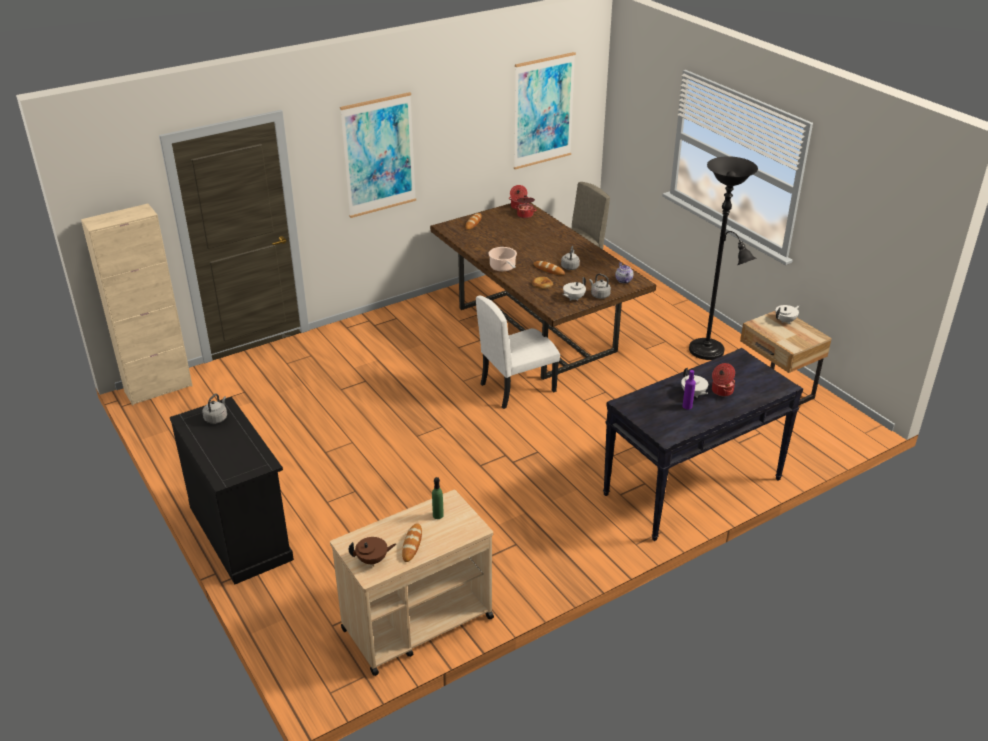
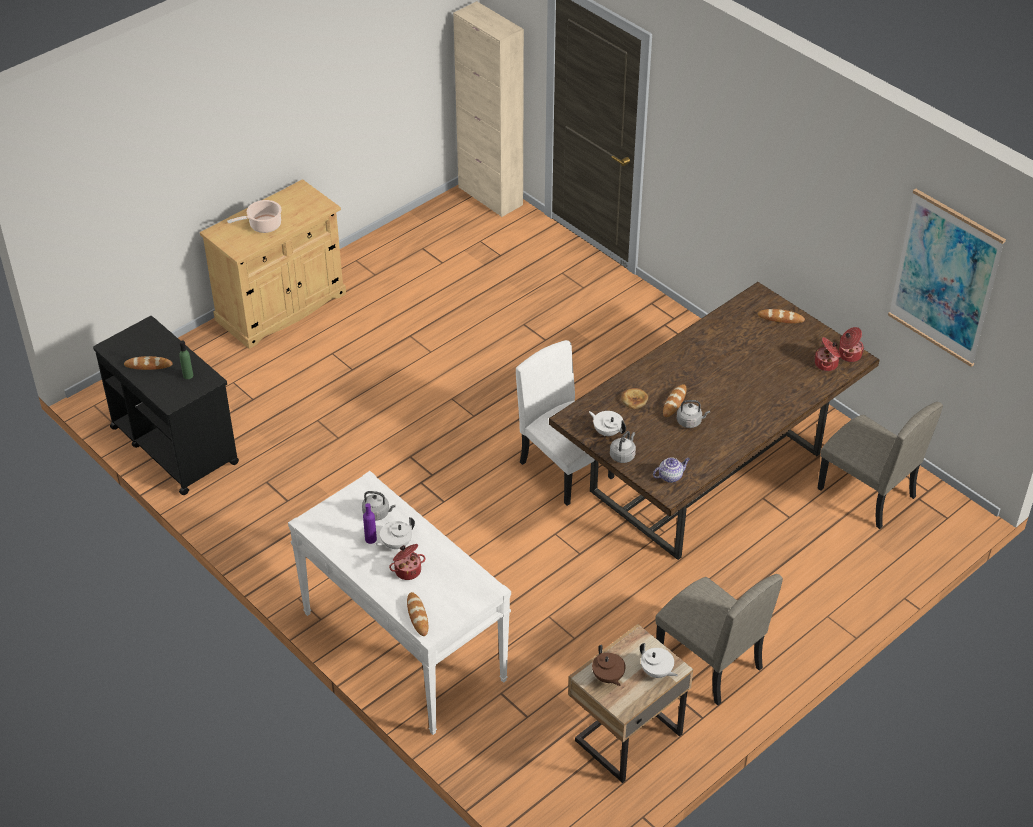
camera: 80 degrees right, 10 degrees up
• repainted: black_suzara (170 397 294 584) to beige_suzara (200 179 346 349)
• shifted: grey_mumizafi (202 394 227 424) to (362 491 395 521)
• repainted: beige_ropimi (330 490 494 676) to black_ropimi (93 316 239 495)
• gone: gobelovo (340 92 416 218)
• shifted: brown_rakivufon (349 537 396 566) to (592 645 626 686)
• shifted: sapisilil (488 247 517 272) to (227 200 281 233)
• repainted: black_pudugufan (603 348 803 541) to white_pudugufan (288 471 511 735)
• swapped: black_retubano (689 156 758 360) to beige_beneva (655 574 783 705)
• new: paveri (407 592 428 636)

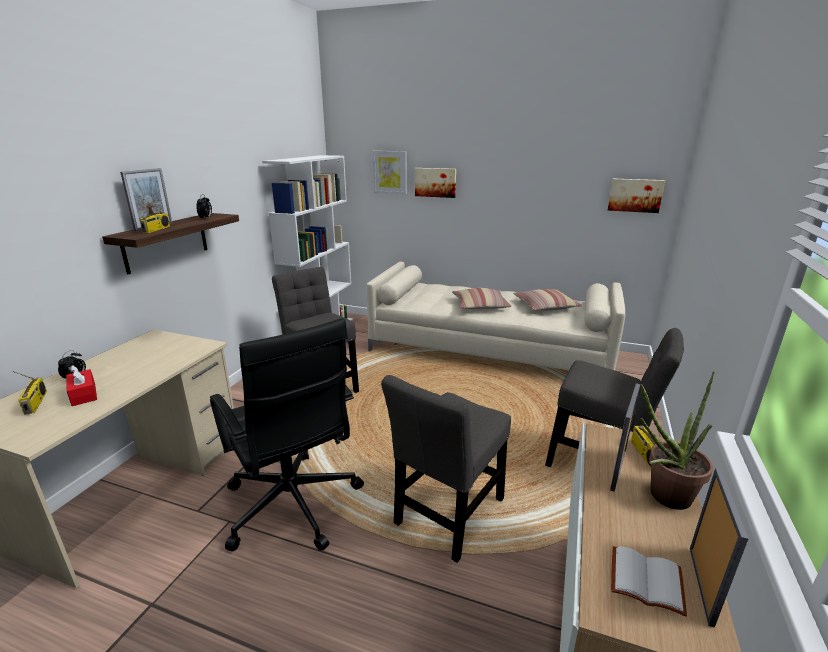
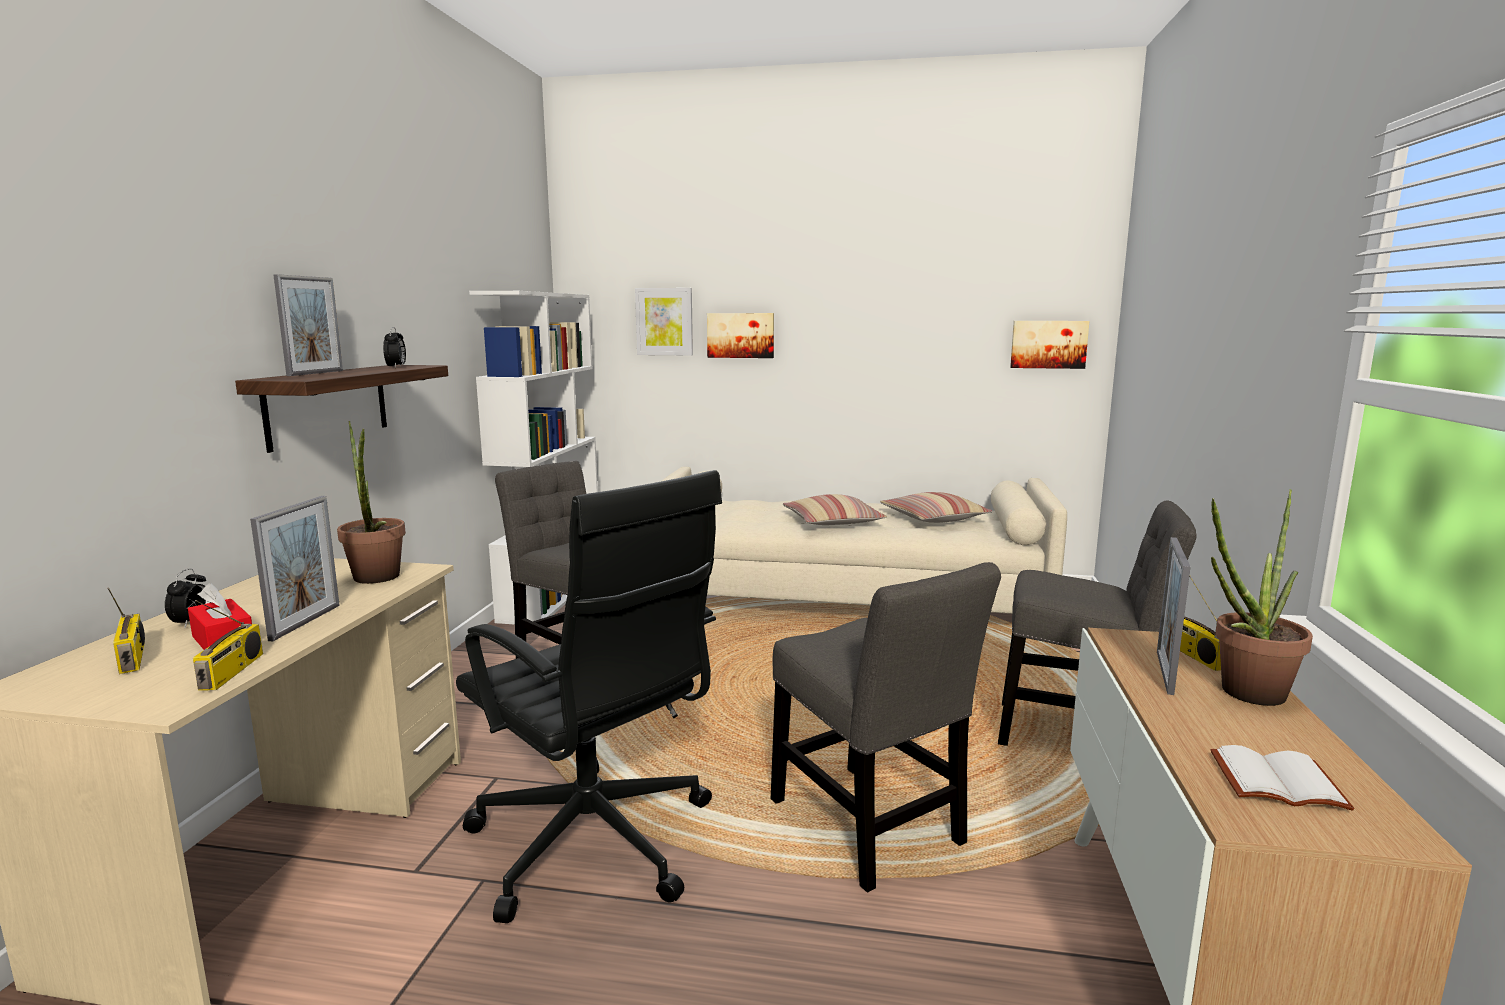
camera: 10 degrees left, 10 degrees down
• shifted: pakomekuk (140 197 170 233) to (193 600 263 691)
• rotated: grey_beneva (381 375 511 563) = (771 562 1001 892) 60 degrees counterclockwise
• shifted: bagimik (690 468 748 628) to (250 496 340 641)
• new: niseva (337 421 406 584)

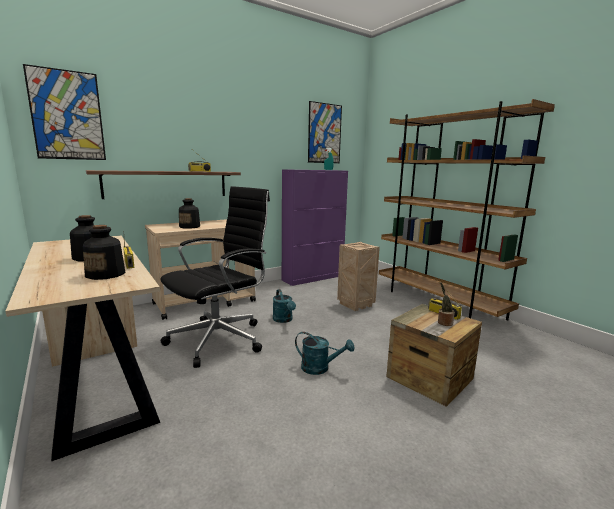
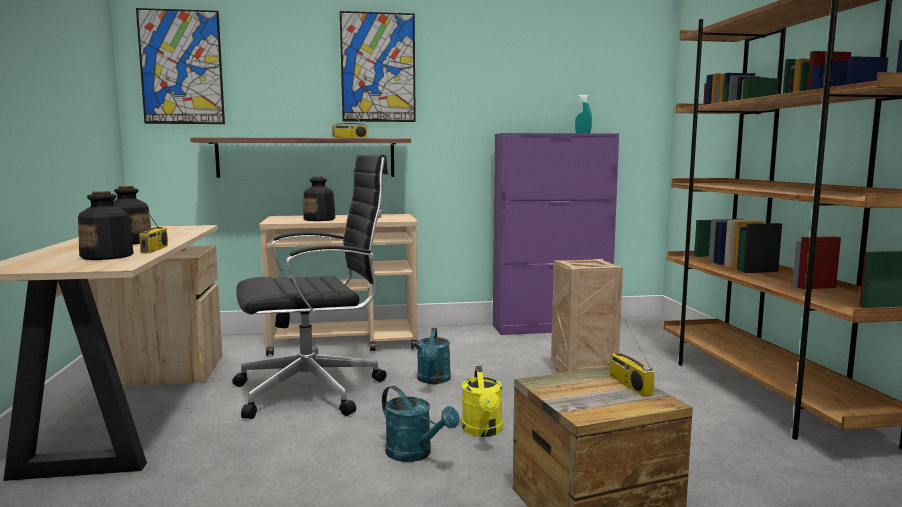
camera: 25 degrees right, 5 degrees down
• shifted: gobelovo (308 101 342 163) to (340 11 416 122)
• gone: niseva (438 282 455 326)
• new: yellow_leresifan (462 366 503 437)

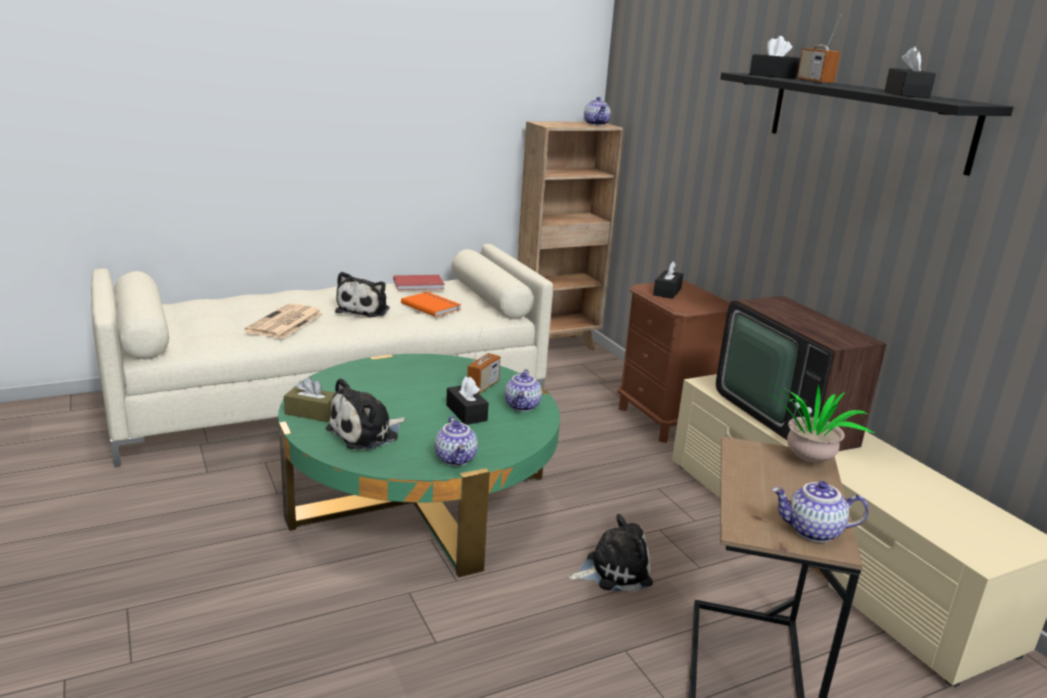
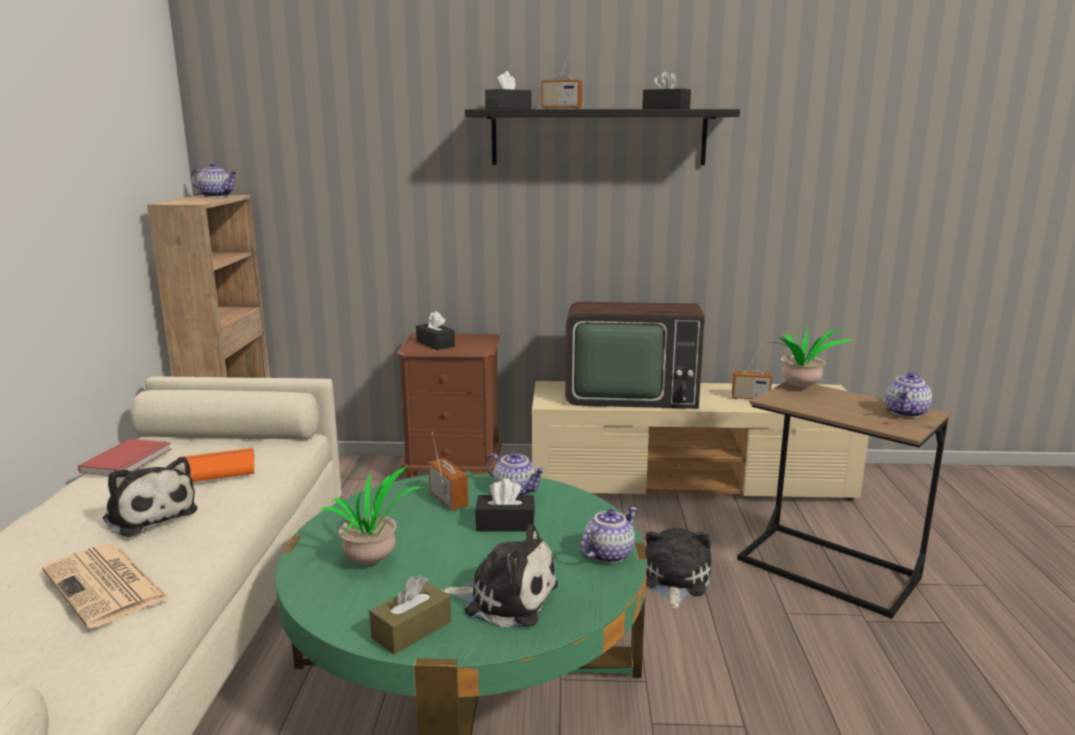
camera: 60 degrees left, 5 degrees down
• rotated: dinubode (326 378 405 450) = (442 524 558 627) 60 degrees counterclockwise
• rotated: rakivufon (435 416 478 466) = (580 507 637 563) 60 degrees counterclockwise
• new: niseva (319 466 426 564)
• new: pakomekuk (732 345 772 399)

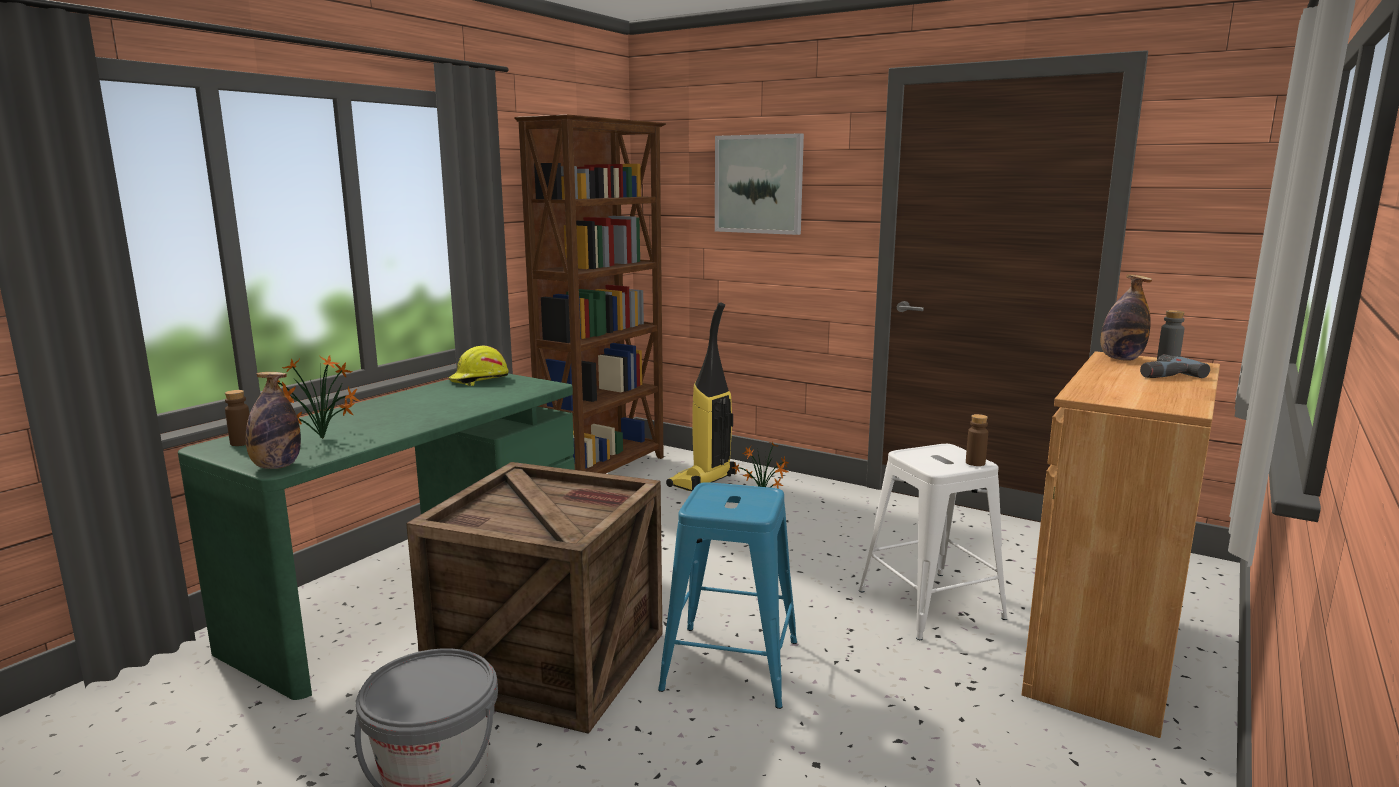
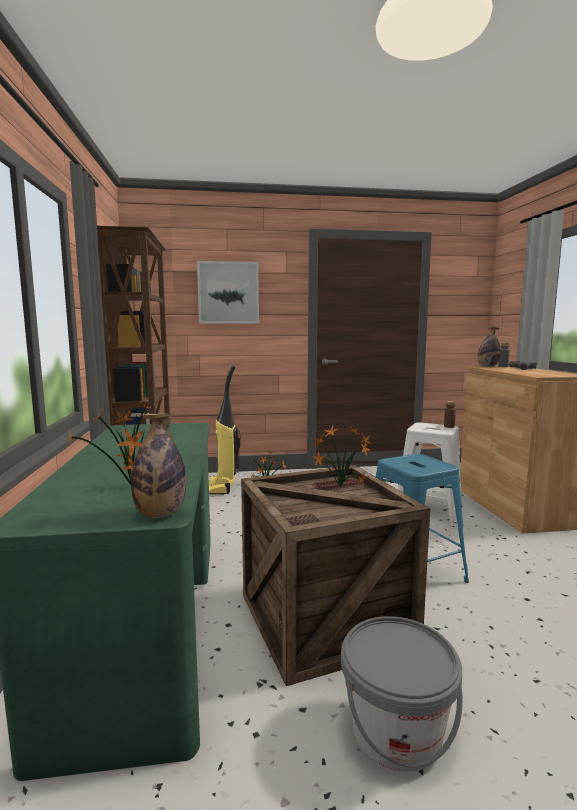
camera: 40 degrees left, 5 degrees down
• gone: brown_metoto (225 390 250 446)
• gone: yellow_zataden (448 346 509 386)
• new: niseva (312 425 372 488)

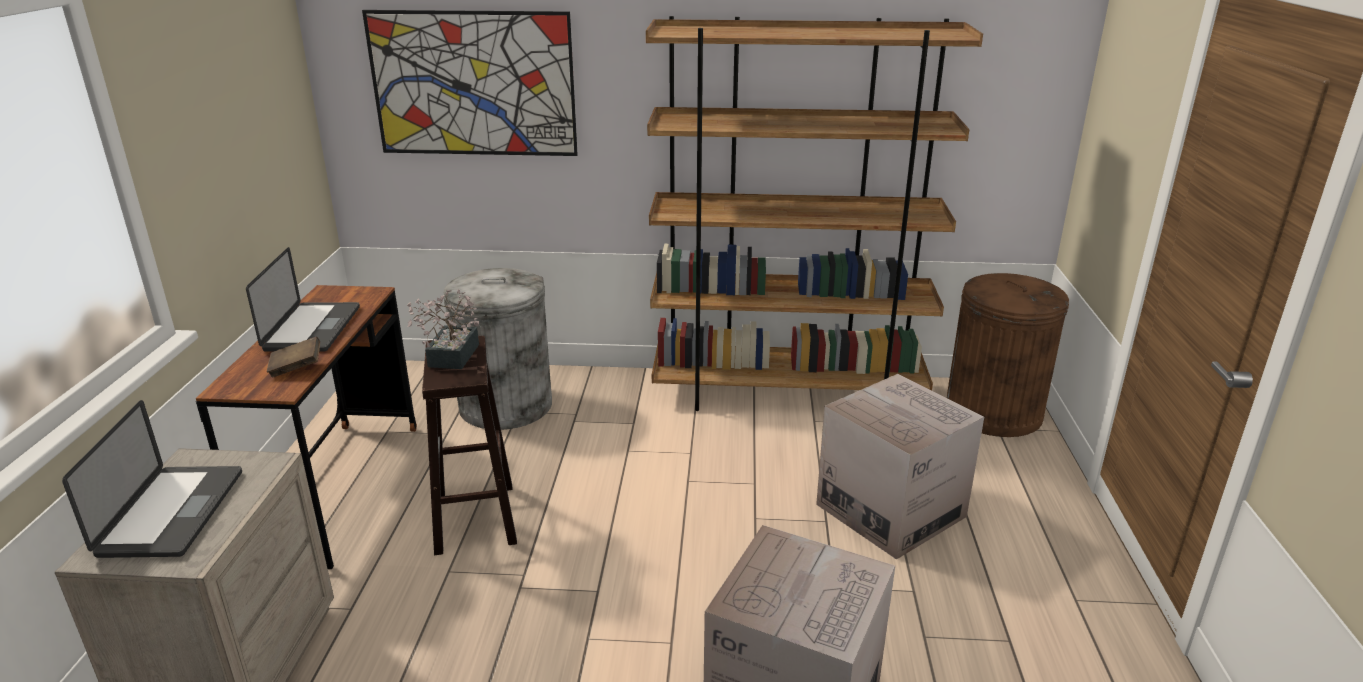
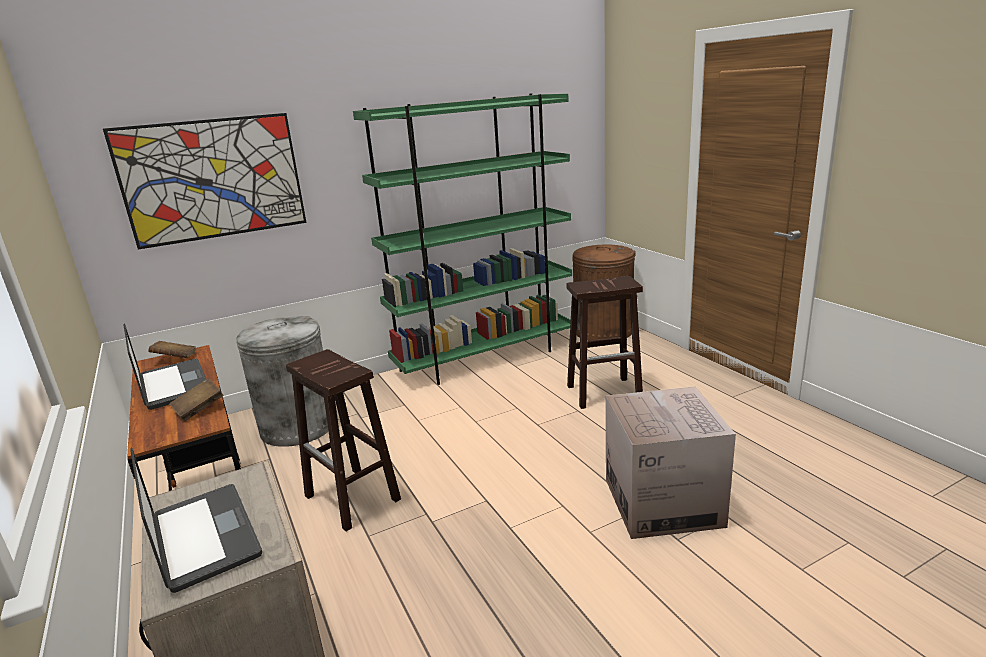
camera: 30 degrees left, 5 degrees down
• gone: niseva (407 289 479 369)
• repainted: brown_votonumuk (646 16 983 411) to green_votonumuk (353 93 572 385)
• swapped: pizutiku (816 374 984 560) to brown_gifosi (566 276 643 409)
• new: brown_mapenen (148 341 196 358)

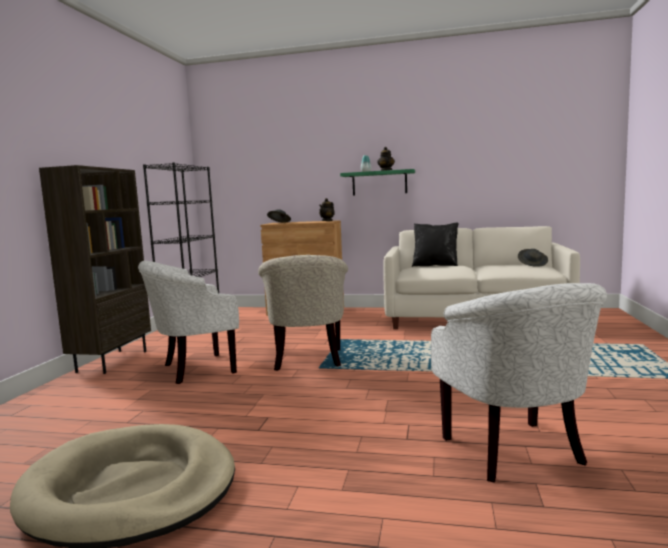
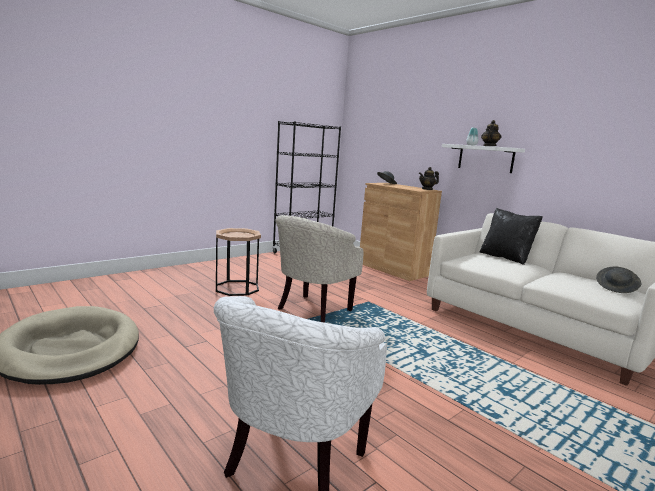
camera: 35 degrees right, 5 degrees up
• gone: brown_votonumuk (39 165 151 374)
• swapped: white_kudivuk (138 260 239 384) to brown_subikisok (216 228 261 296)
• repainted: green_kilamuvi (340 169 415 196) to white_kilamuvi (442 144 525 173)

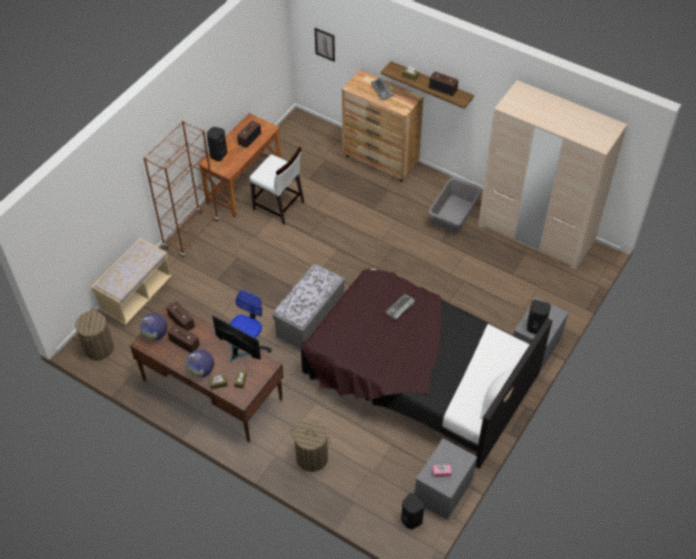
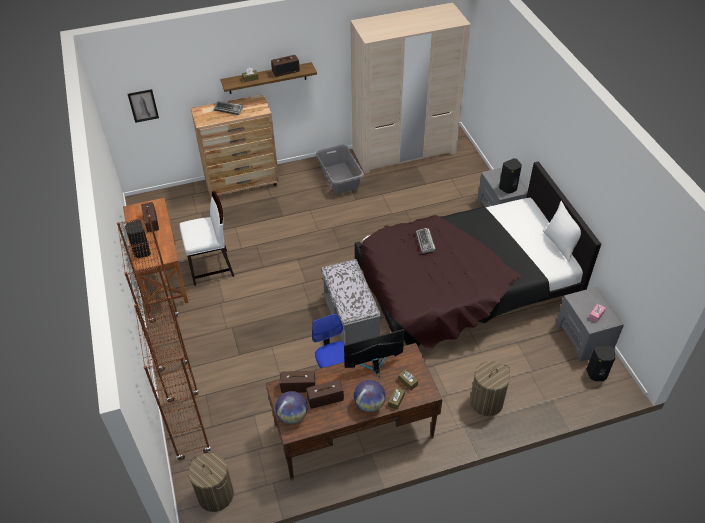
camera: 50 degrees left, 5 degrees down
• swapped: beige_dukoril (92 238 172 325) to brown_votonumuk (134 296 211 460)

